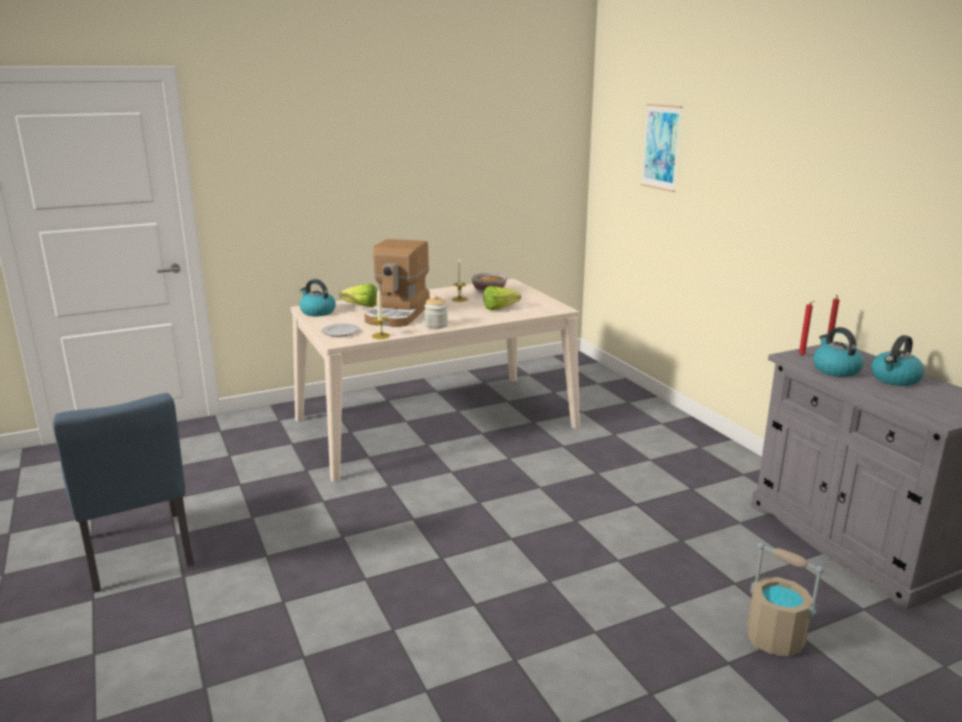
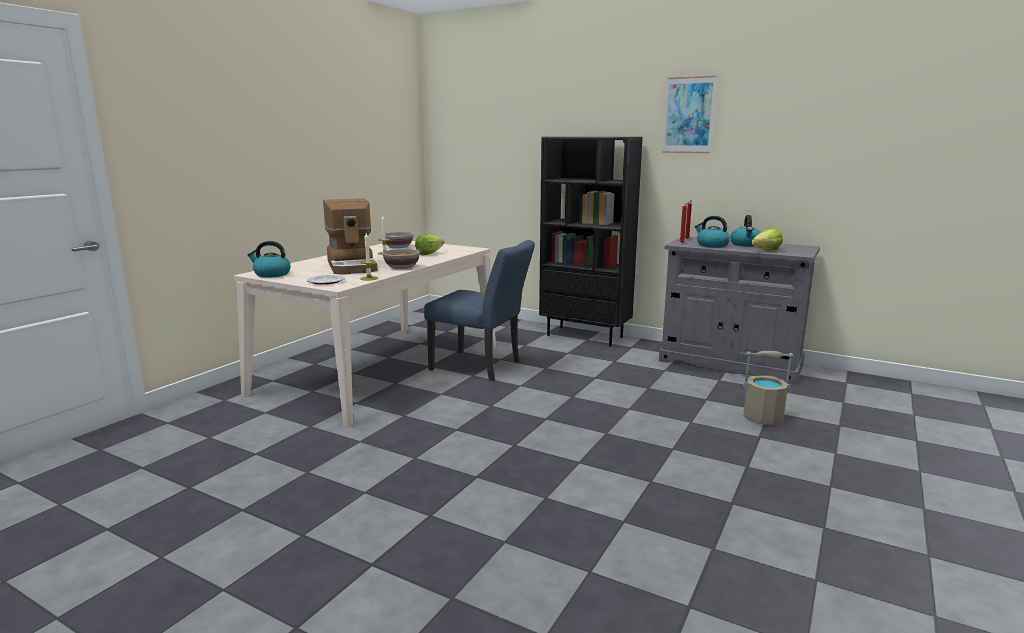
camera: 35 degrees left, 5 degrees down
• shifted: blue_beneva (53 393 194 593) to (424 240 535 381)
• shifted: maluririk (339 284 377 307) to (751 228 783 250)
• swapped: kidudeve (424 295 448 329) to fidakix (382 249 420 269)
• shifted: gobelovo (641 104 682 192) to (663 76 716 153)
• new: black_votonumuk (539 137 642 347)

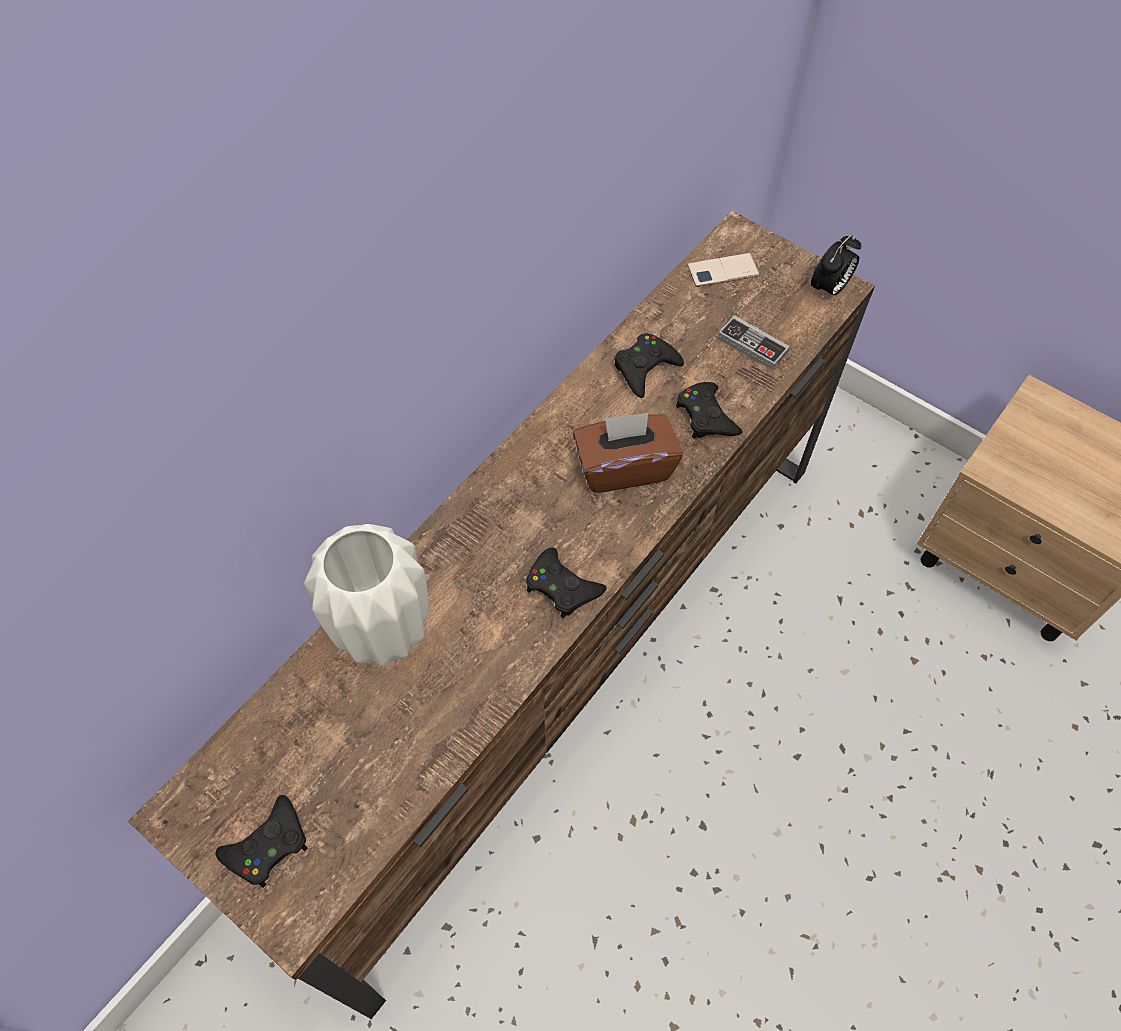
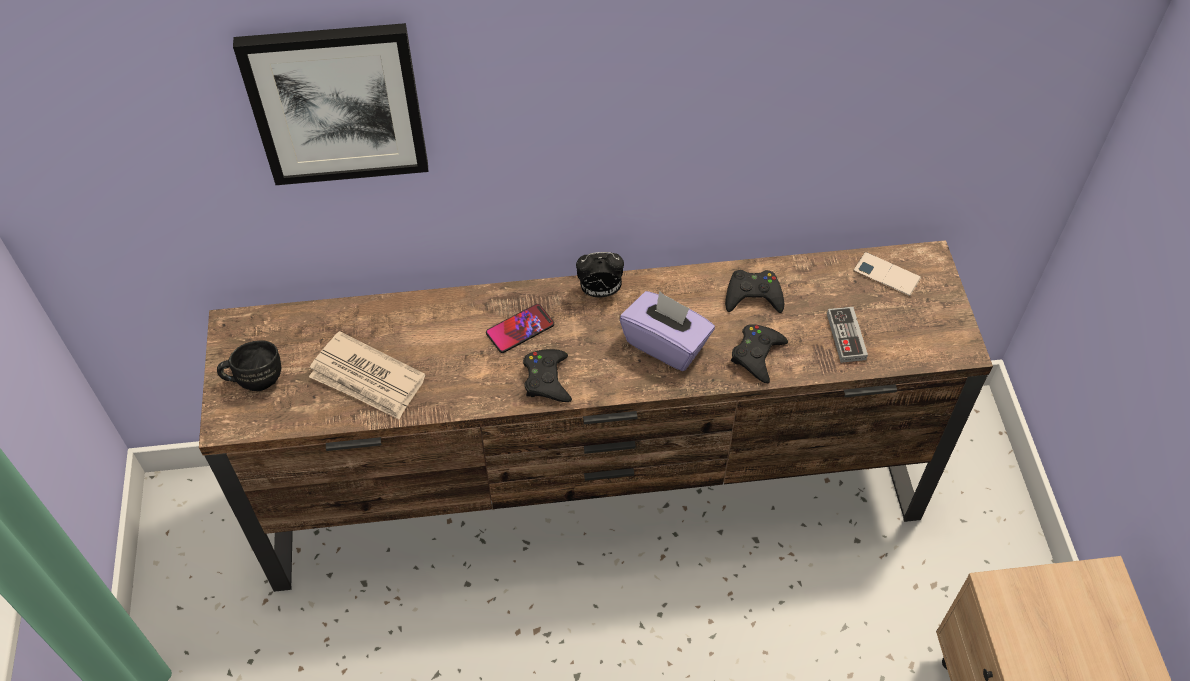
camera: 45 degrees right, 5 degrees down
• swapped: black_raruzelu (215 795 308 888) to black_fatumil (217 340 281 391)
• gone: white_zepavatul (304 524 429 666)
• repainted: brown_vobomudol (573 413 683 493) to purple_vobomudol (620 291 715 371)
• shifted: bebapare (811 234 861 300) to (576 252 624 297)
• new: gobelovo (233 23 429 185)
• new: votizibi (309 331 425 420)
• new: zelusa (486 304 554 353)

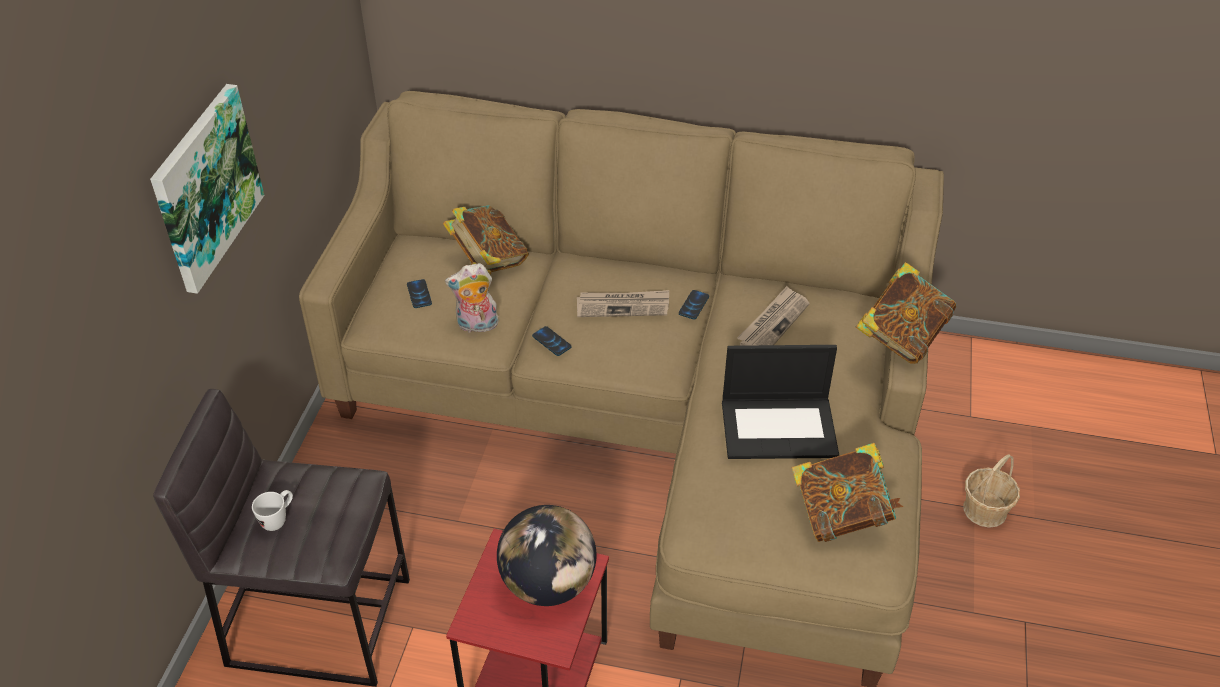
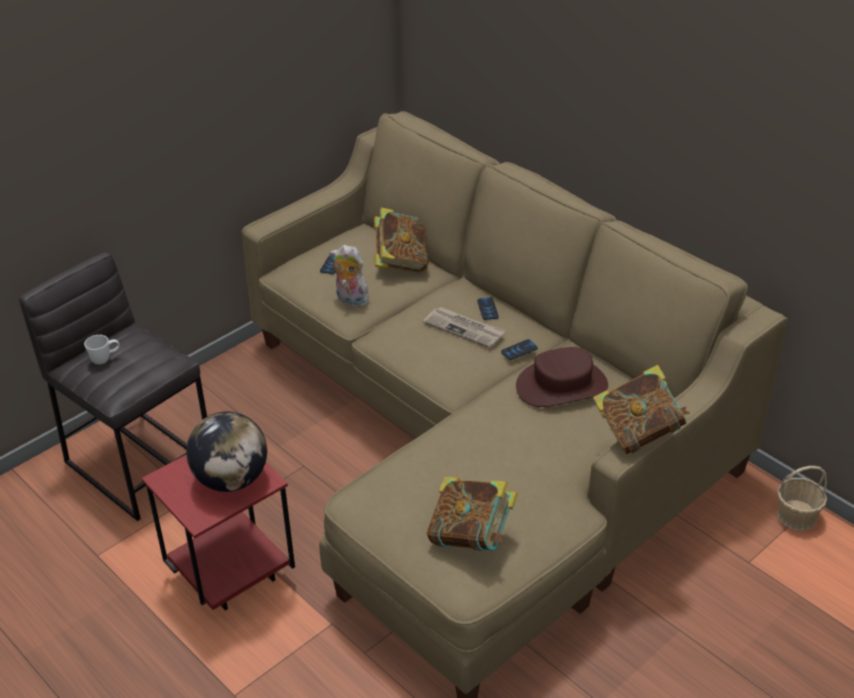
camera: 35 degrees right, 5 degrees down
• gone: gobelovo (150 84 264 294)
• shifted: zelusa (532 326 571 356) to (477 297 499 320)
• gone: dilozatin (722 345 839 459)
• swapped: votizibi (737 286 810 346) to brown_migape (516 347 608 407)
• shifted: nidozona (963 454 1020 528) to (777 466 827 531)

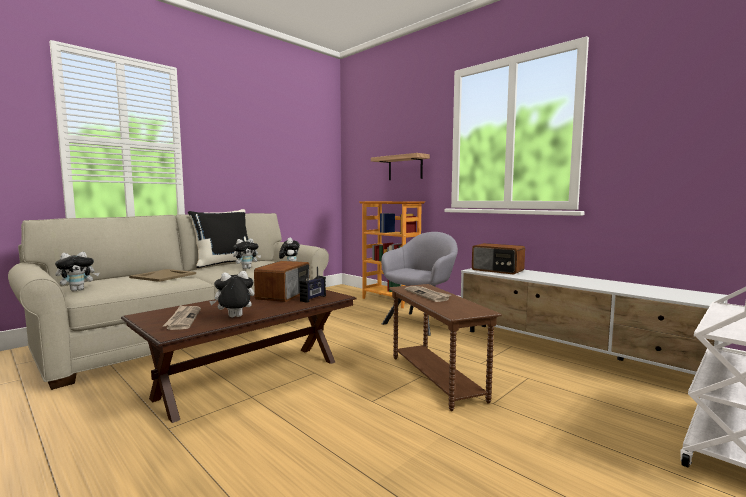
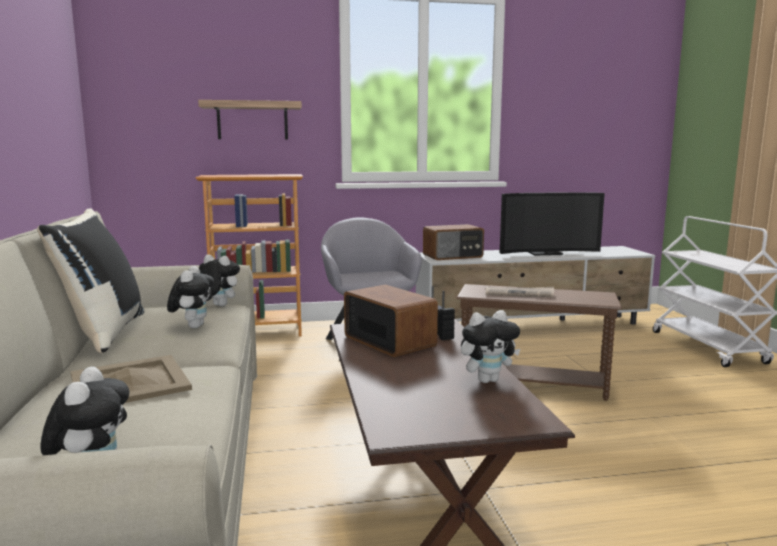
camera: 55 degrees left, 5 degrees up
• gone: votizibi (163 305 201 330)
• rotated: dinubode (209 271 254 317) = (461 310 520 383) 120 degrees counterclockwise
• new: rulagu (500 192 605 256)

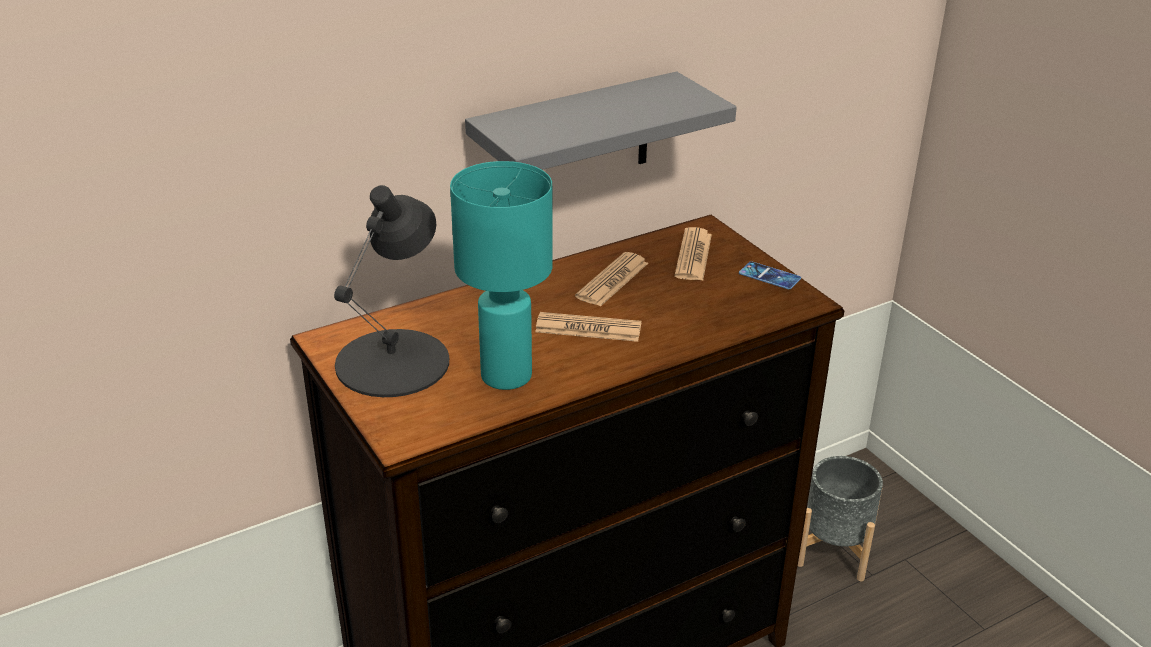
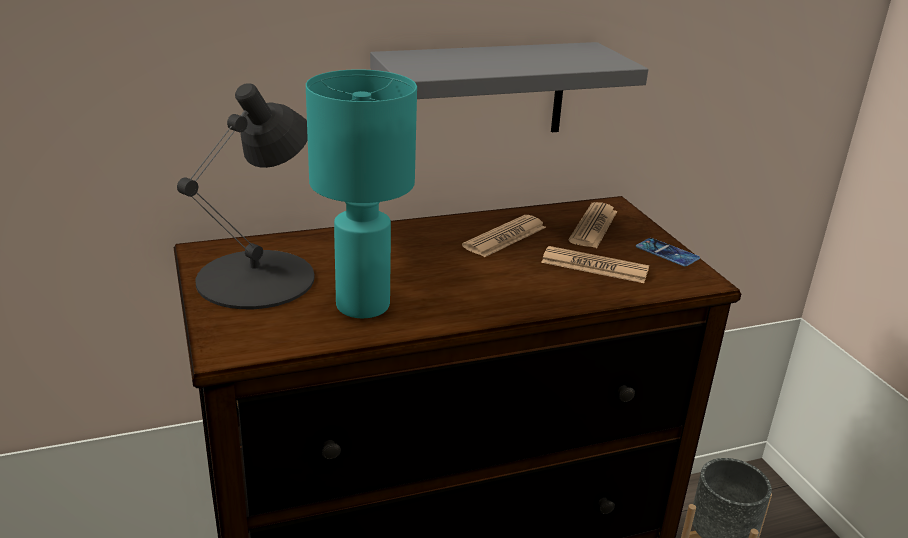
camera: 10 degrees right, 5 degrees down
• shifted: votizibi (535 312 641 342) to (541 246 649 283)

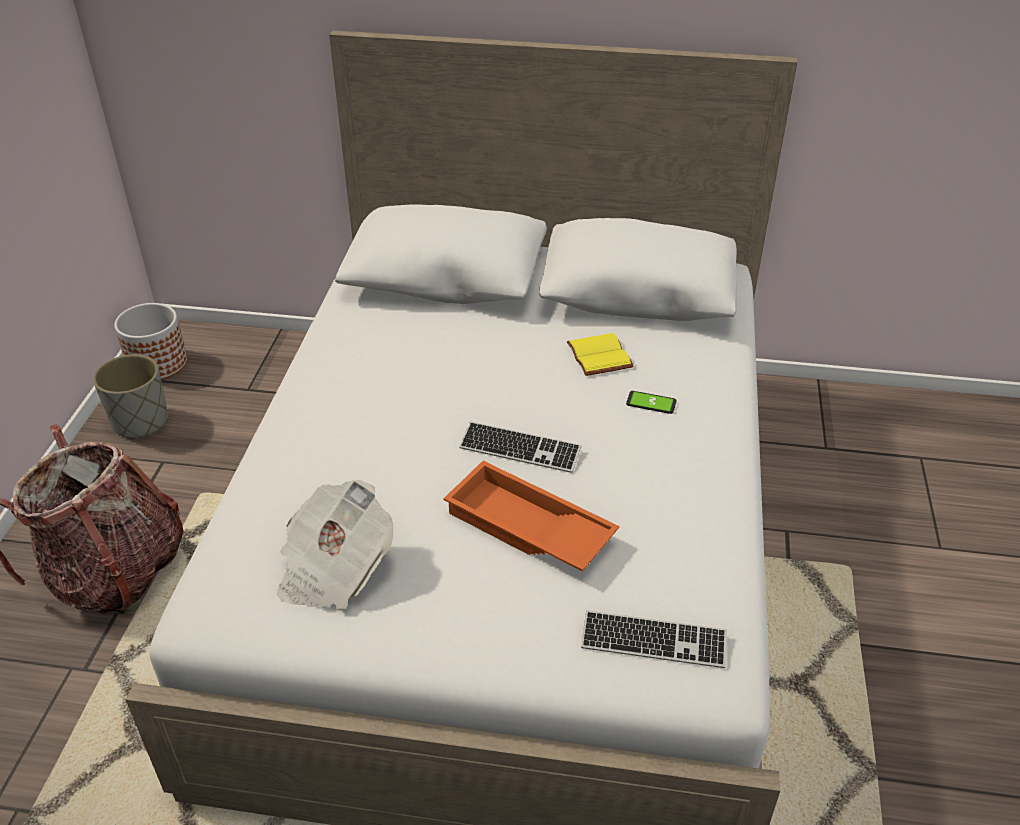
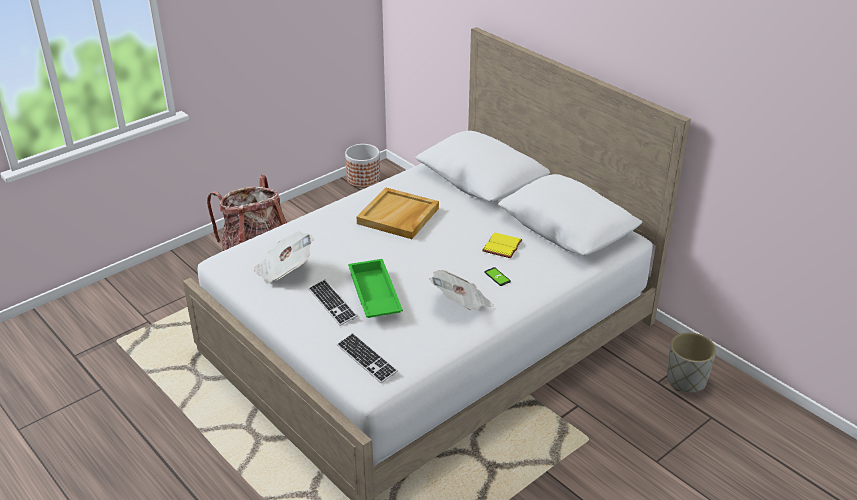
camera: 40 degrees right, 5 degrees down
• shifted: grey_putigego (93 354 168 440) to (667 333 716 393)
• repainted: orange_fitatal (444 461 619 571) to green_fitatal (348 259 403 318)
• shifted: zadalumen (459 421 581 473) to (308 280 357 326)
• new: beige_fitatal (357 187 439 239)
• new: votizibi (429 270 494 310)

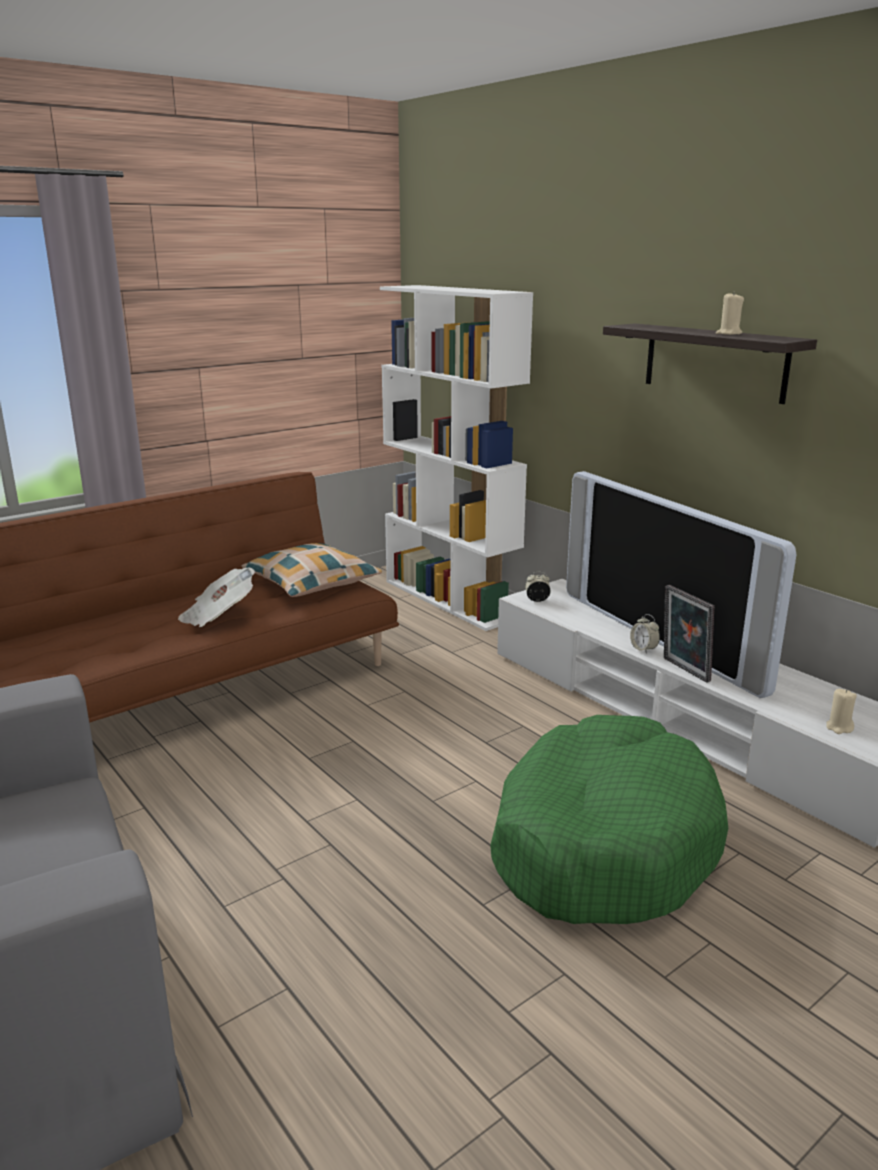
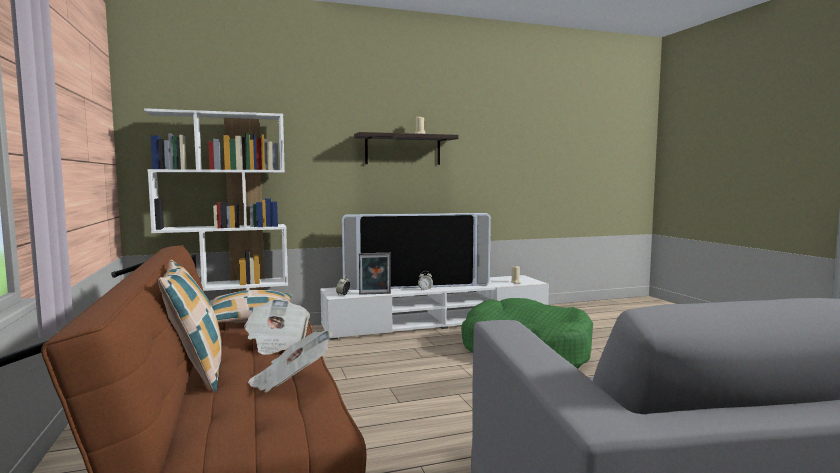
camera: 70 degrees left, 15 degrees down
• shifted: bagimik (664 585 714 683) to (359 253 391 295)
• new: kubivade (158 259 222 392)
• new: votizibi (248 330 334 392)

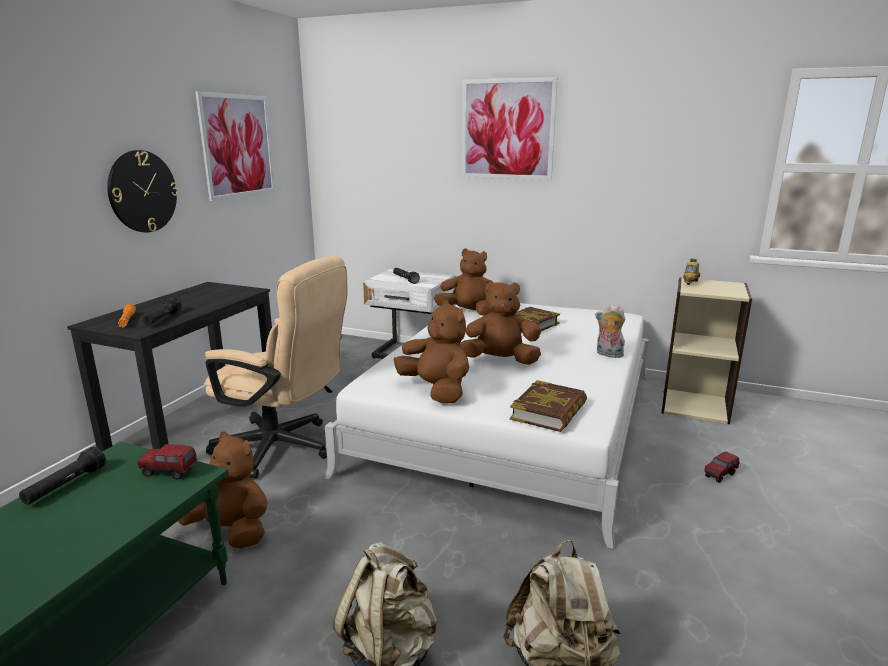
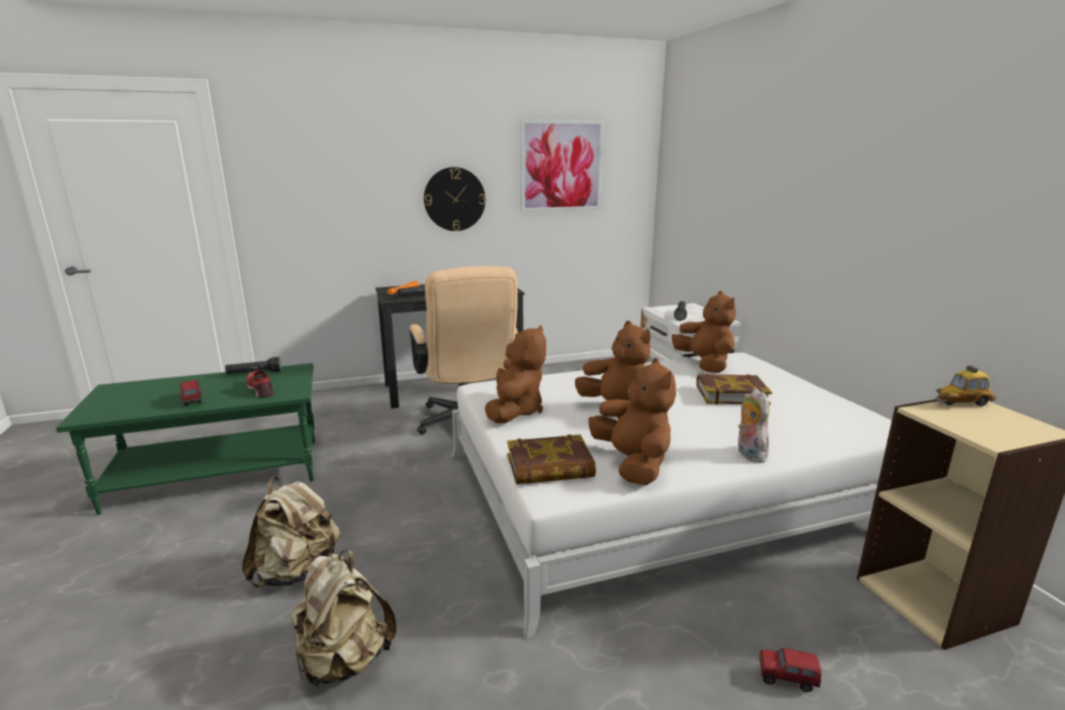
camera: 50 degrees right, 0 degrees up
• shifted: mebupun (137 444 197 480) to (180 380 201 406)
• shifted: brown_dinubode (178 431 268 549) to (589 358 676 486)
• gone: gobelovo (462 77 558 180)
• new: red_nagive (246 370 274 398)

